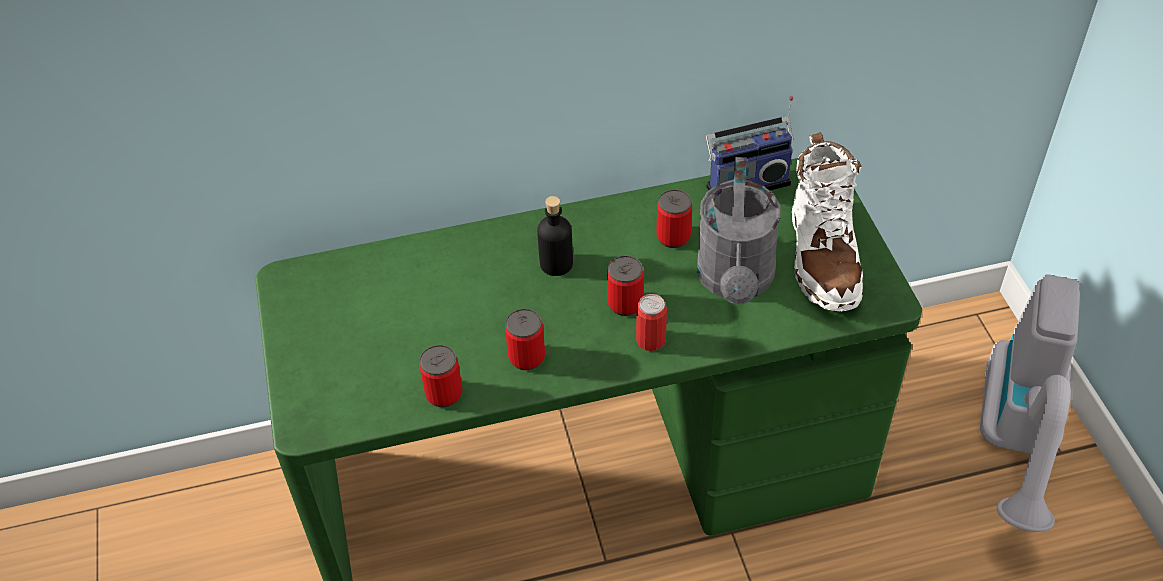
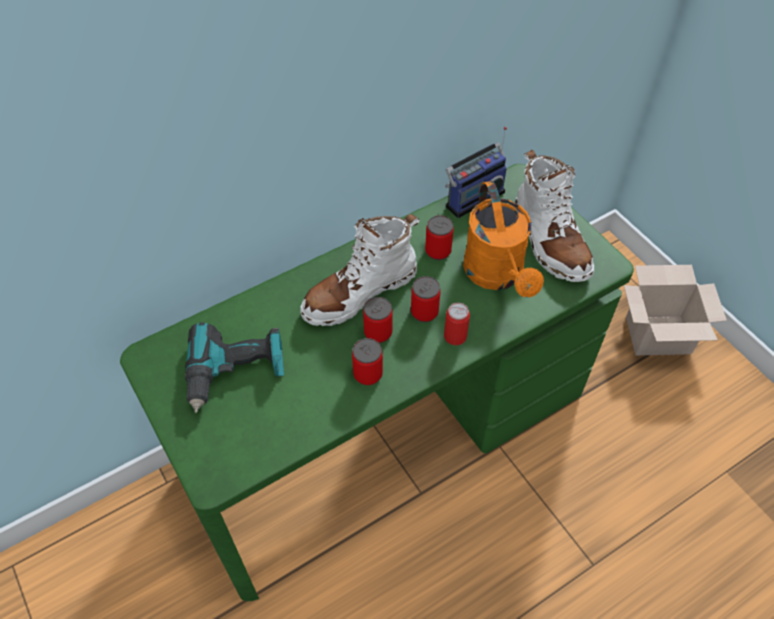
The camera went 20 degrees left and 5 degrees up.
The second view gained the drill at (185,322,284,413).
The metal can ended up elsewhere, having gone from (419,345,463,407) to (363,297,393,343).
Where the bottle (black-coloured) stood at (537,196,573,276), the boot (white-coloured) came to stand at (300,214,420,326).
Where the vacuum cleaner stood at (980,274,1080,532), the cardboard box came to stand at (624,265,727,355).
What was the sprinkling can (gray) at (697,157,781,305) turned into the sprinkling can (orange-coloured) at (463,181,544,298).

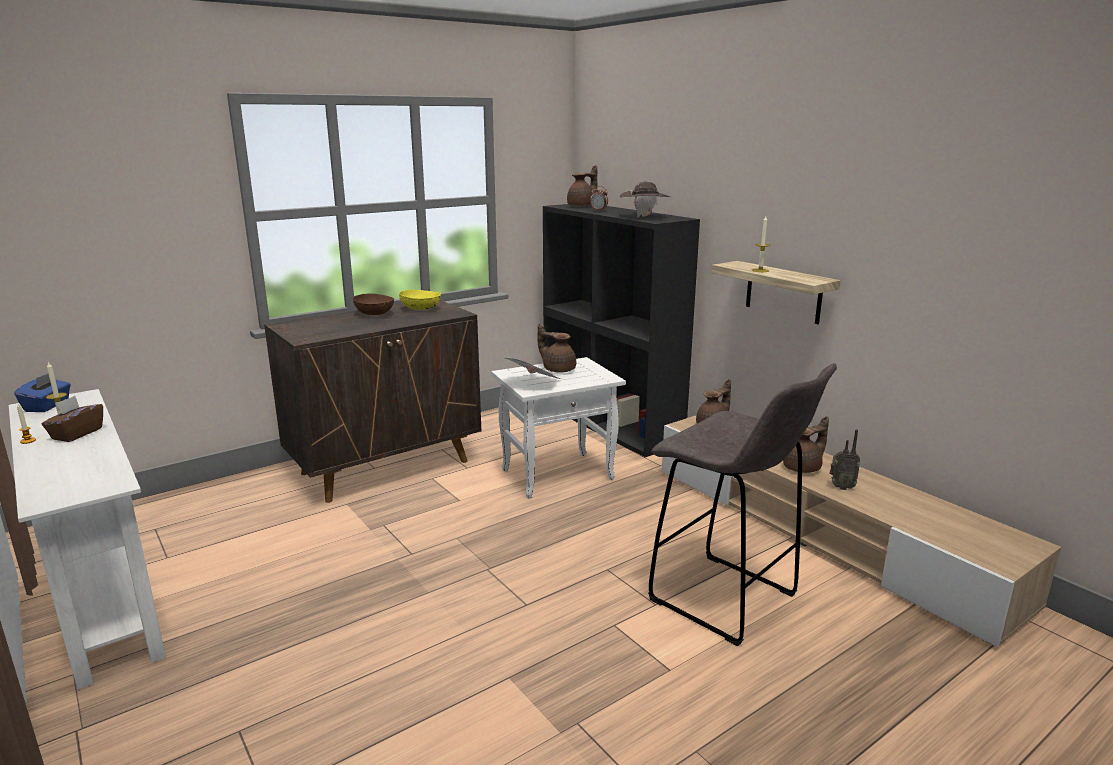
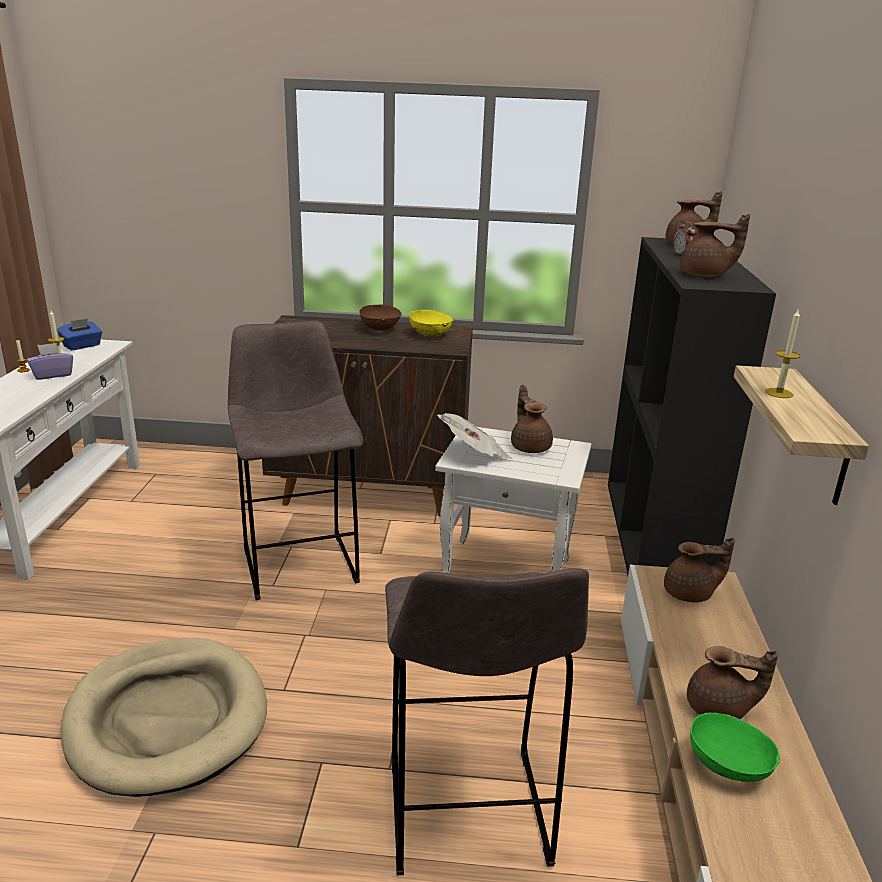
The camera went 40 degrees right and 5 degrees up.
The second view gained the pet bed (beige-coloured) at (60,638,267,797).
The second view gained the stool (gray) at (228,321,363,600).
Where the clothing hat (brownish) stood at (620,181,670,218), the tea pot (brownish) came to stand at (680,214,750,277).
Where the radio stood at (829,429,860,490), the bowl (greenish) came to stand at (690,713,780,782).
What was the box of tissues (brownish) at (41,396,103,442) turned into the box of tissues (purple) at (27,343,73,380).

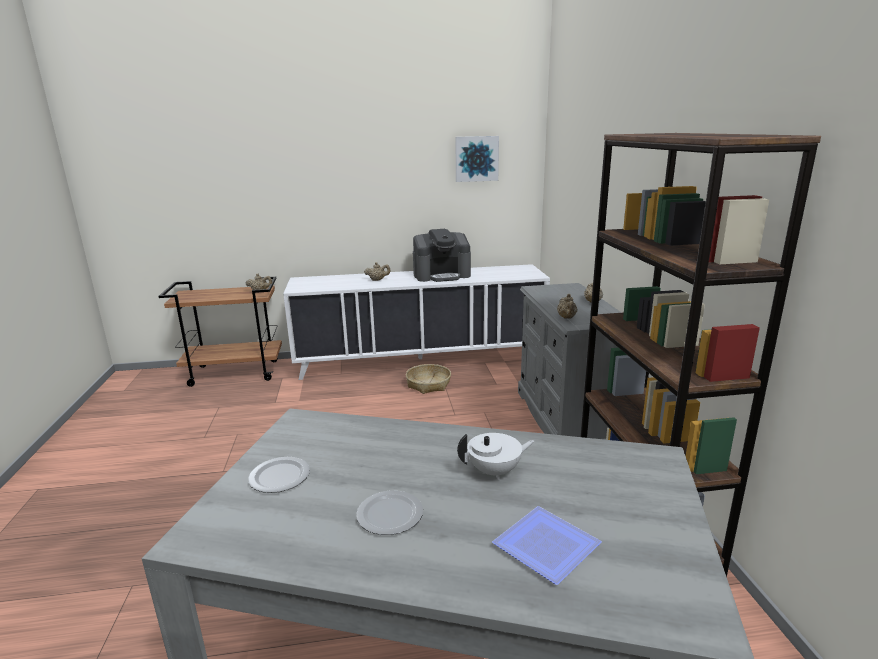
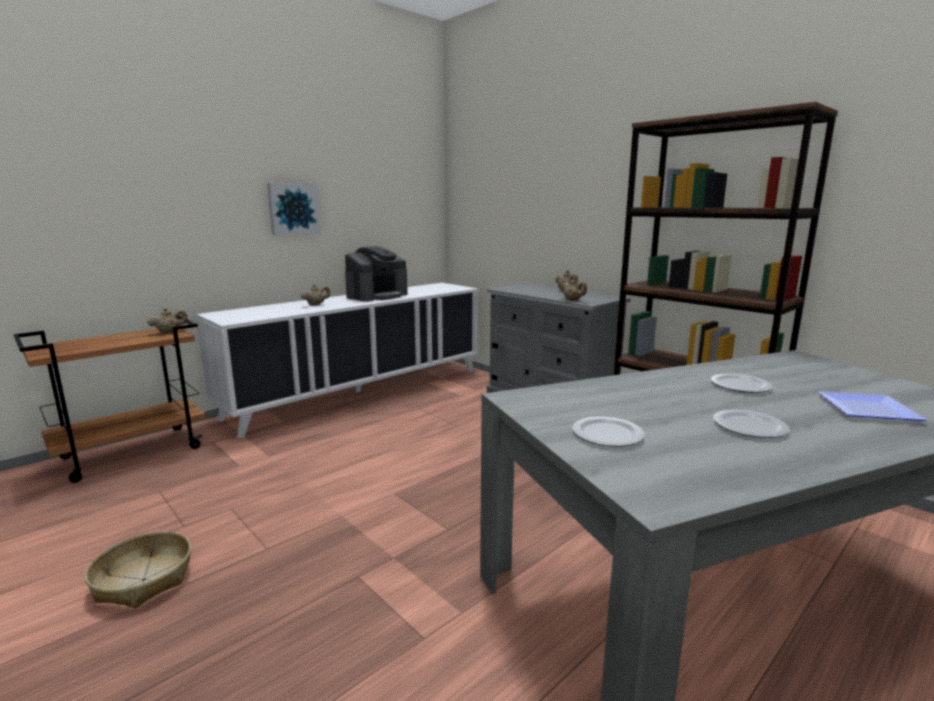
The camera went 35 degrees left and 5 degrees down.
The household basket ended up elsewhere, having gone from (406,364,451,394) to (85,531,191,608).
The wall art ended up elsewhere, having gone from (455,136,499,182) to (267,183,321,235).
Where the tea pot (white-coloured) stood at (457,433,534,480), the plate came to stand at (711,374,773,393).

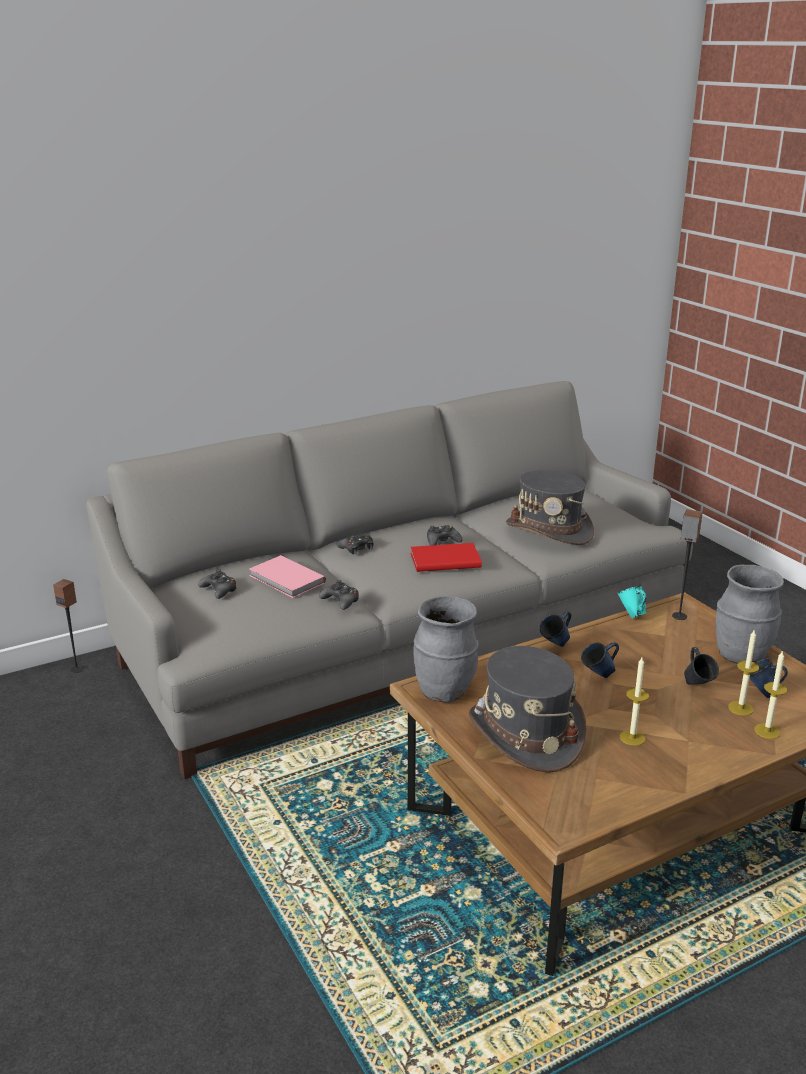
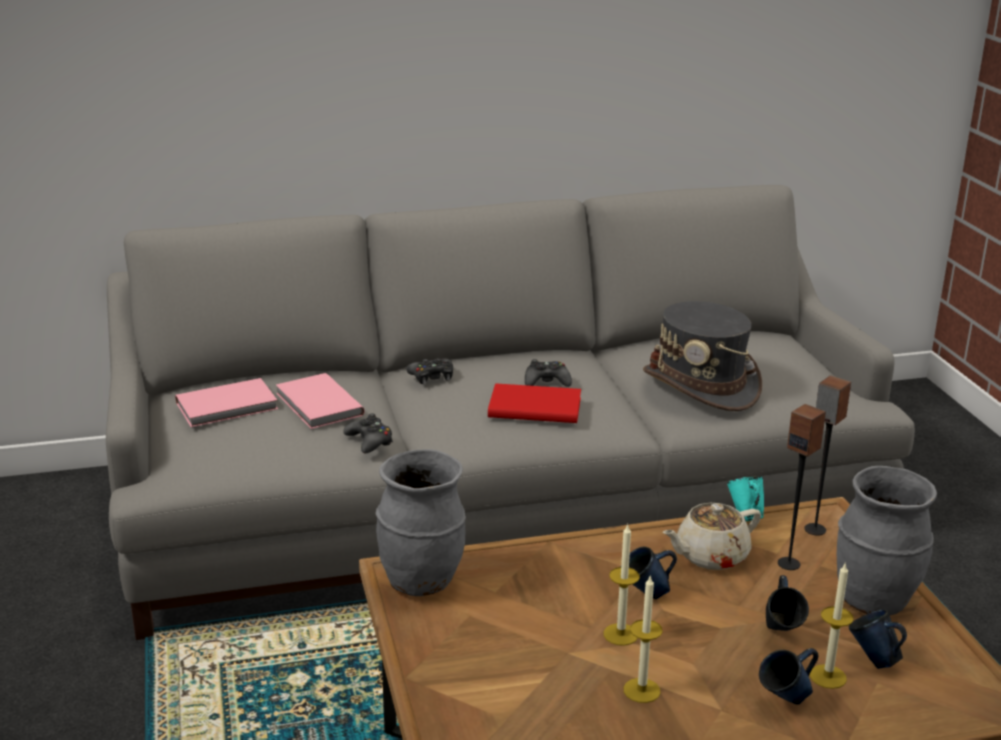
The camera went 15 degrees right and 0 degrees up.
The second view lost the clothing hat (gray) at (469,646,587,773).
The second view gained the tea pot (beige-coloured) at (663,503,761,570).
The speaker ended up elsewhere, having gone from (53,579,84,673) to (778,404,826,570).
The tea mug (blue) ended up elsewhere, having gone from (540,611,571,647) to (759,648,818,705).
The candle ended up elsewhere, having gone from (754,650,787,739) to (604,524,640,646).
Where the gamepad (black-coloured) stood at (198,569,237,599), the volume (pinkish) came to stand at (175,378,278,427).

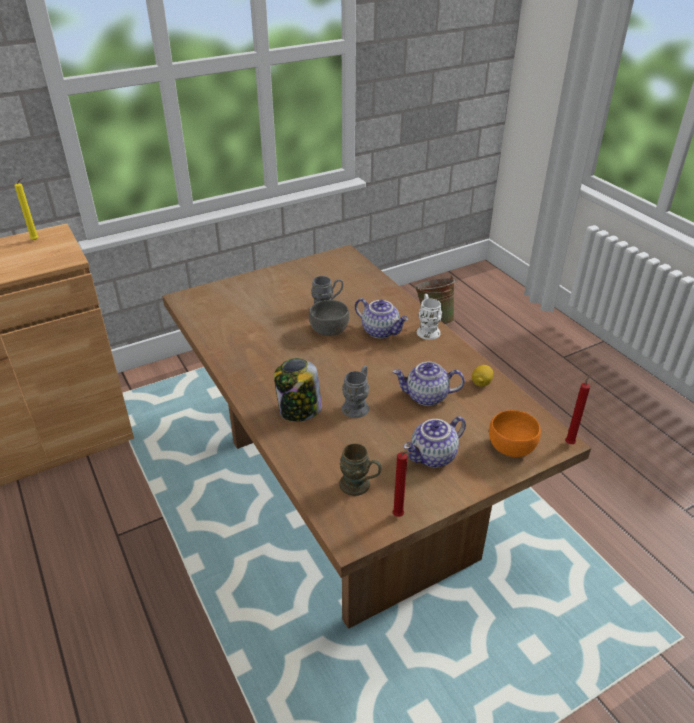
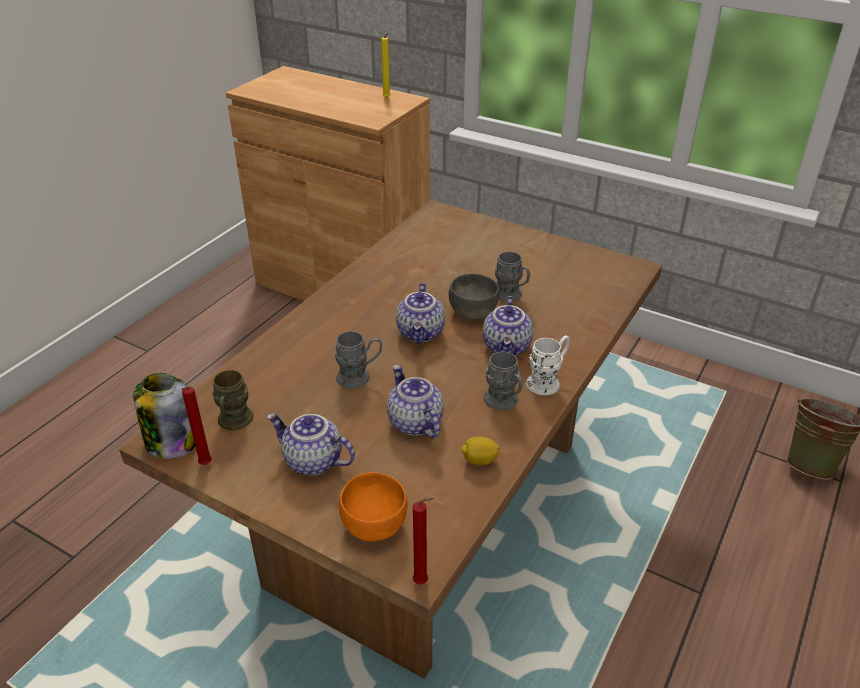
The camera went 60 degrees right and 0 degrees up.
The second view gained the tea pot at (396,283,445,343).
The second view gained the tea mug (gray) at (484,352,523,410).
The jar ended up elsewhere, having gone from (274,358,322,422) to (133,373,196,459).

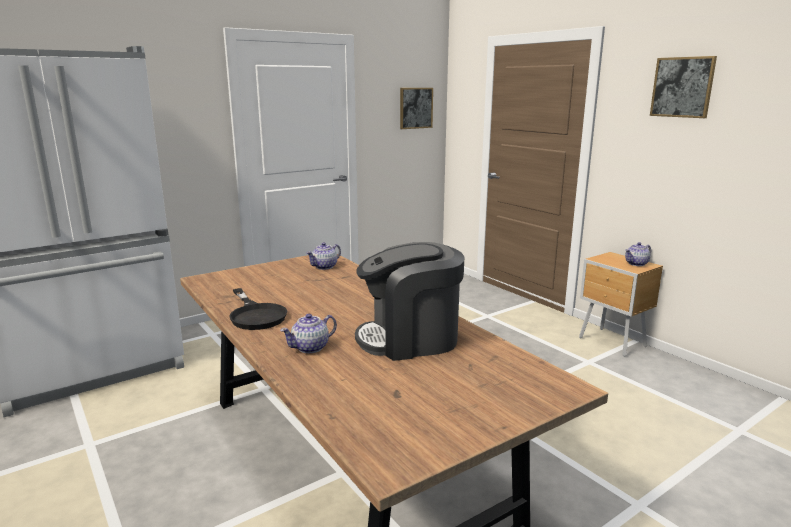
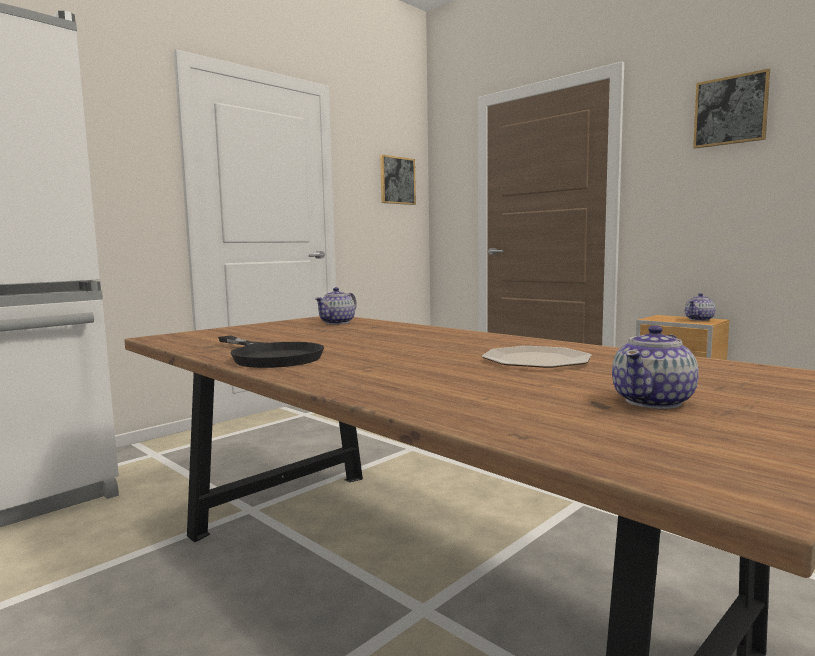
The camera went 10 degrees left and 10 degrees down.
The tea pot ended up elsewhere, having gone from (280,314,337,354) to (612,325,699,409).
Where the coffee brewer stood at (355,242,464,361), the plate came to stand at (482,346,592,368).

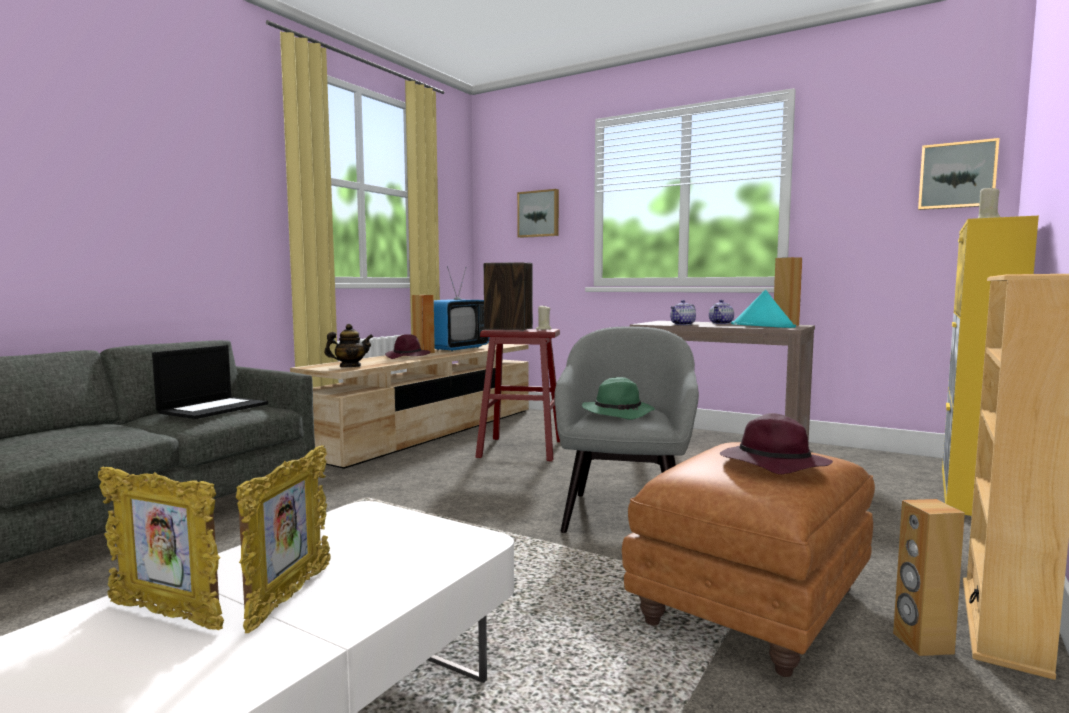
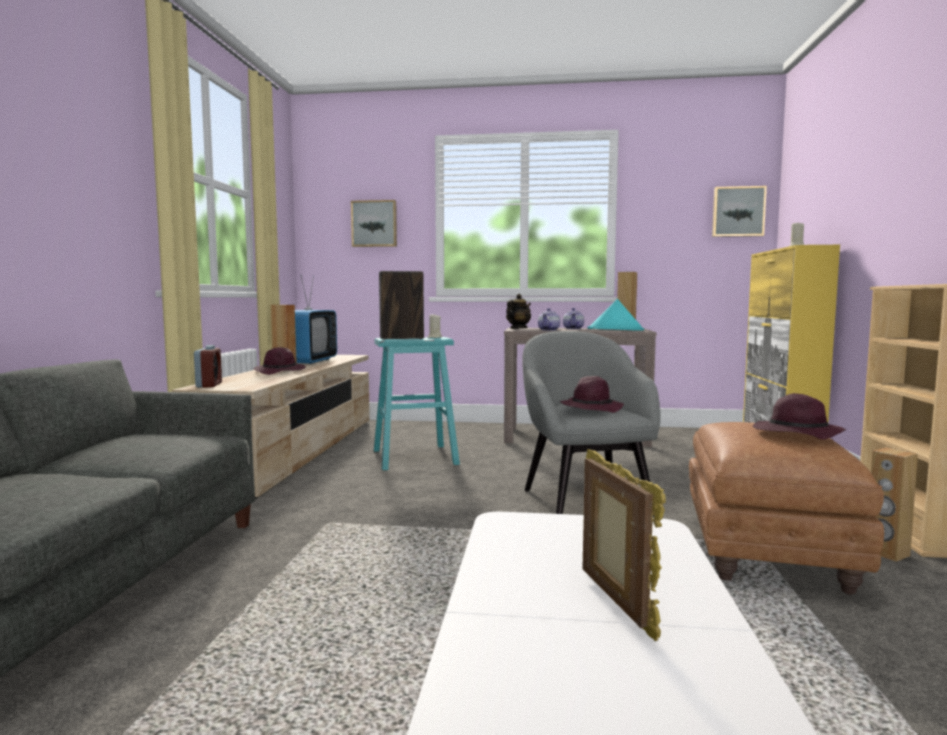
The camera went 25 degrees left and 0 degrees up.
The second view lost the photo frame at (98,467,224,630).
The second view lost the notebook computer at (152,345,268,419).
The second view gained the alarm clock at (194,345,222,388).
The tea pot ended up elsewhere, having gone from (324,324,373,367) to (506,294,531,329).
What was the stool (reddish) at (475,329,560,461) turned into the stool (turquoise) at (374,337,460,470).
What was the clothing hat (greenish) at (582,377,655,420) turned into the clothing hat (purple) at (560,376,624,413).

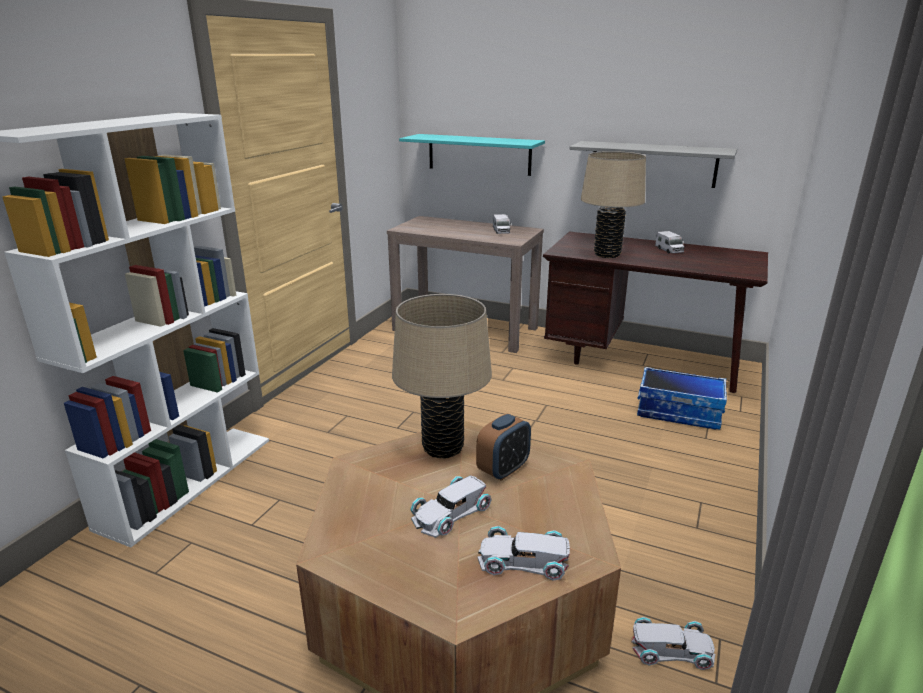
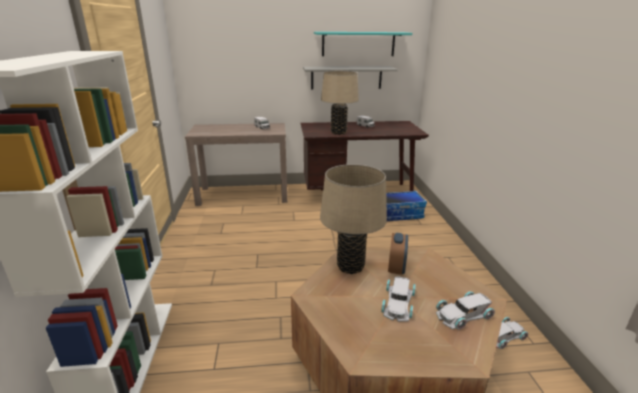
The camera went 30 degrees left and 0 degrees up.
The wall shelf (turquoise) ended up elsewhere, having gone from (399,134,545,176) to (314,32,412,56).

